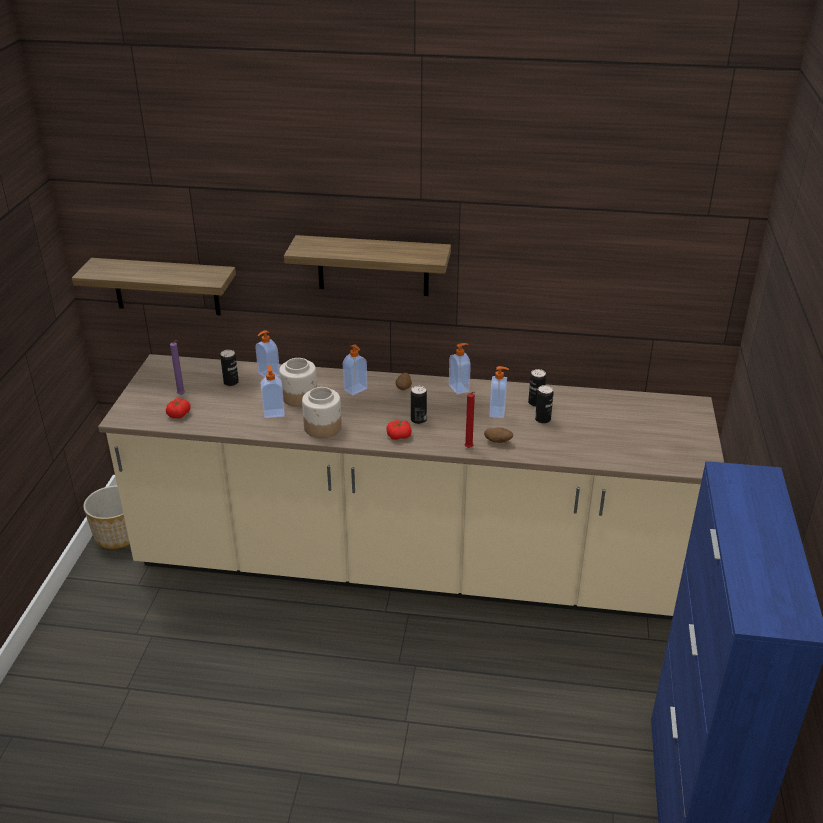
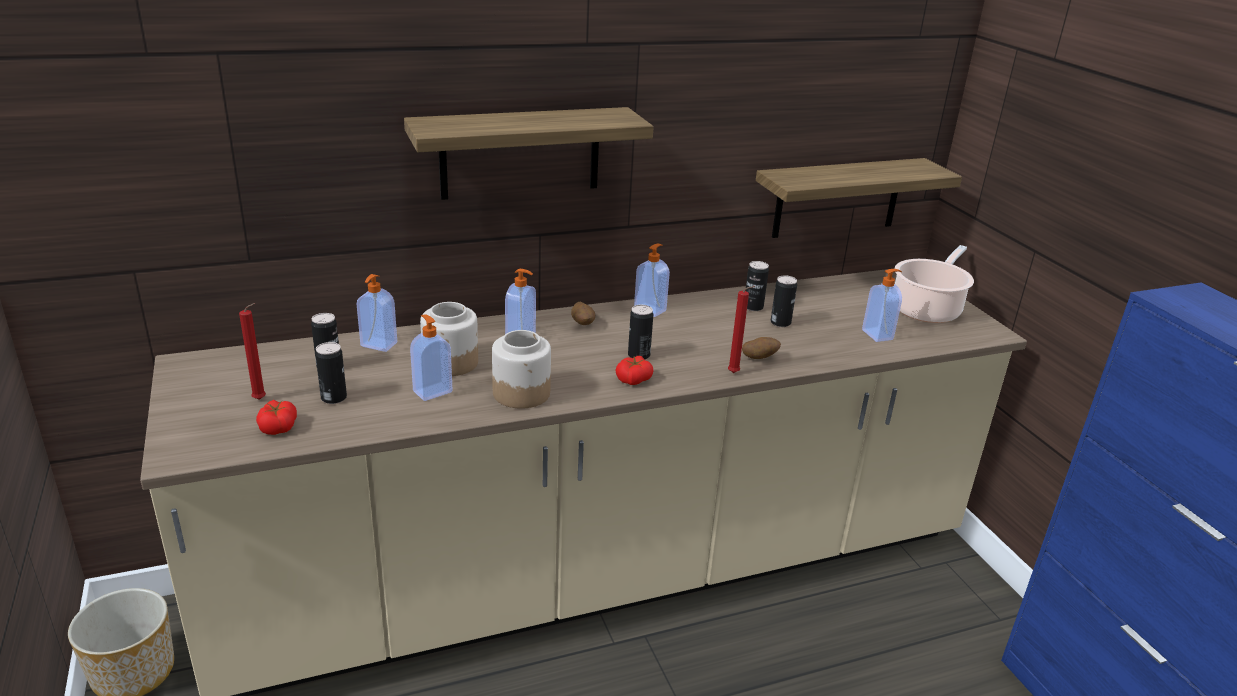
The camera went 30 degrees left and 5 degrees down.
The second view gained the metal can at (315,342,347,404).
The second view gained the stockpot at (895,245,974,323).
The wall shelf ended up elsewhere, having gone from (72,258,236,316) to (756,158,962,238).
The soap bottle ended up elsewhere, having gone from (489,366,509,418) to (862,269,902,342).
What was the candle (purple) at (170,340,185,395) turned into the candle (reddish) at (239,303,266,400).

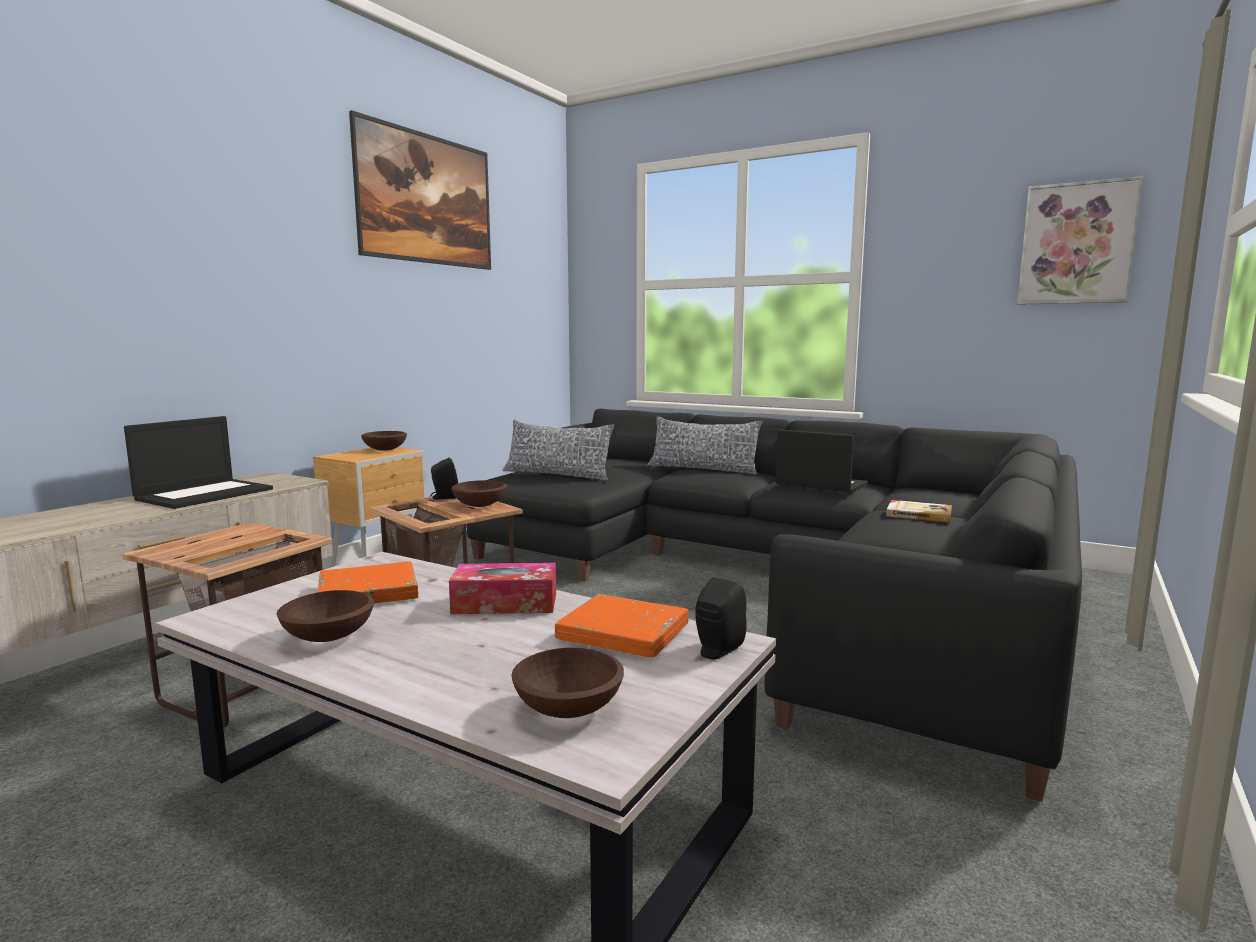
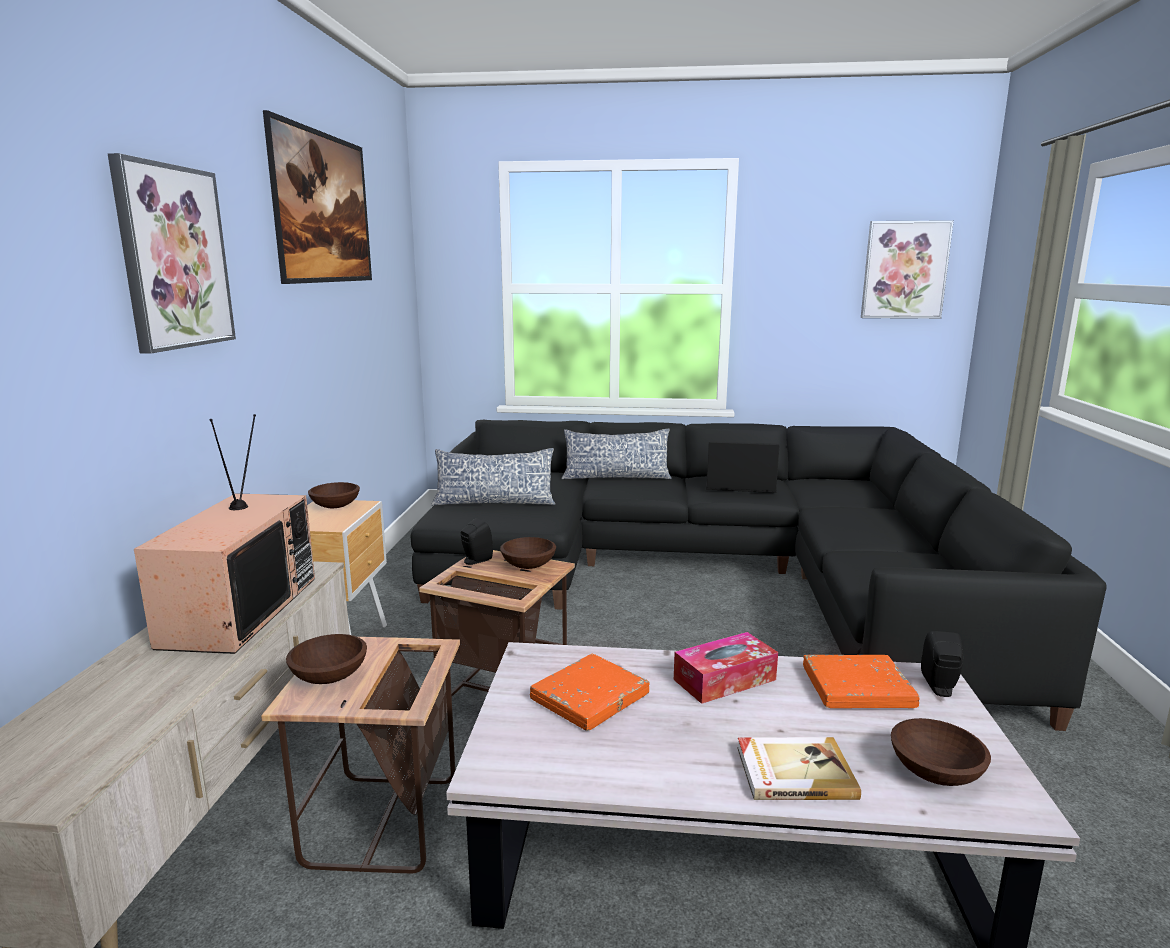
The camera went 25 degrees left and 5 degrees up.
The second view gained the wall art at (108,153,236,353).
The bowl (brownish) ended up elsewhere, having gone from (277,590,374,642) to (286,634,367,684).
The volume ended up elsewhere, having gone from (886,500,952,523) to (737,737,861,800).
Where the notebook computer stood at (124,416,273,509), the television came to stand at (134,414,315,654).

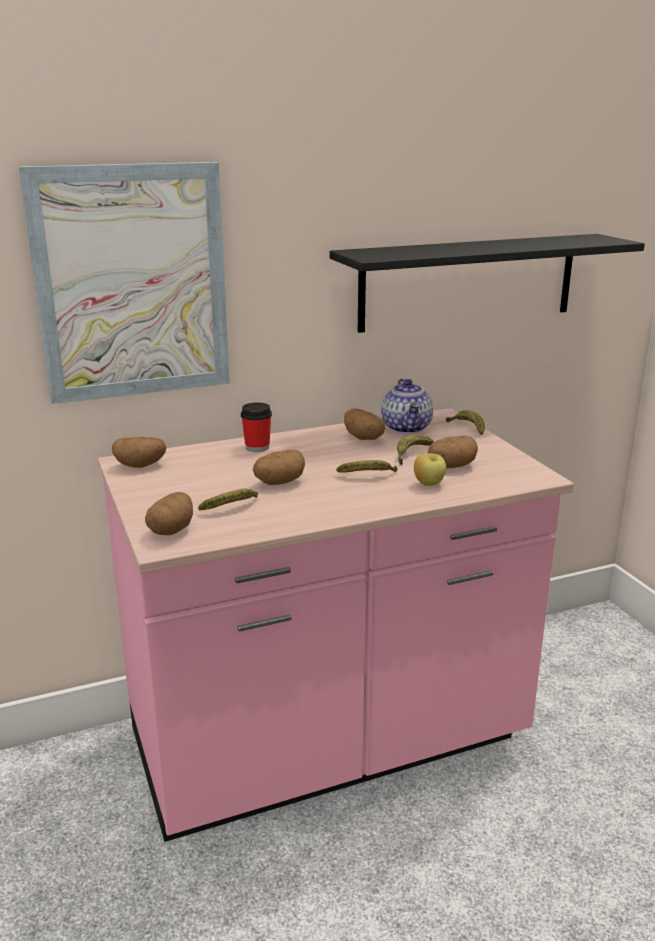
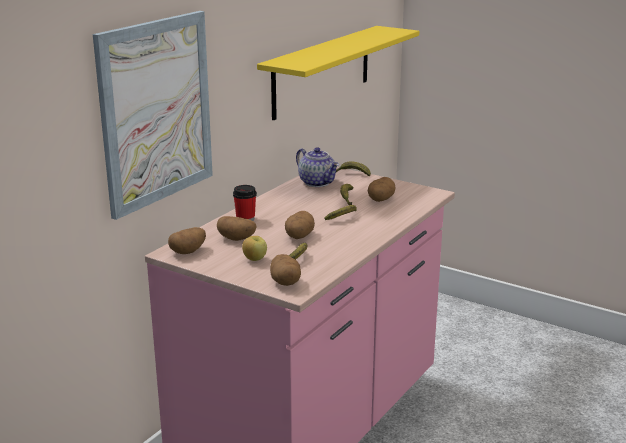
The camera went 35 degrees left and 0 degrees up.
The potato ended up elsewhere, having gone from (344,408,385,440) to (217,216,257,241).
The whole apple ended up elsewhere, having gone from (414,453,446,486) to (242,236,267,261).
What was the wall shelf (black-coloured) at (330,234,645,333) turned into the wall shelf (yellowish) at (257,26,419,120).

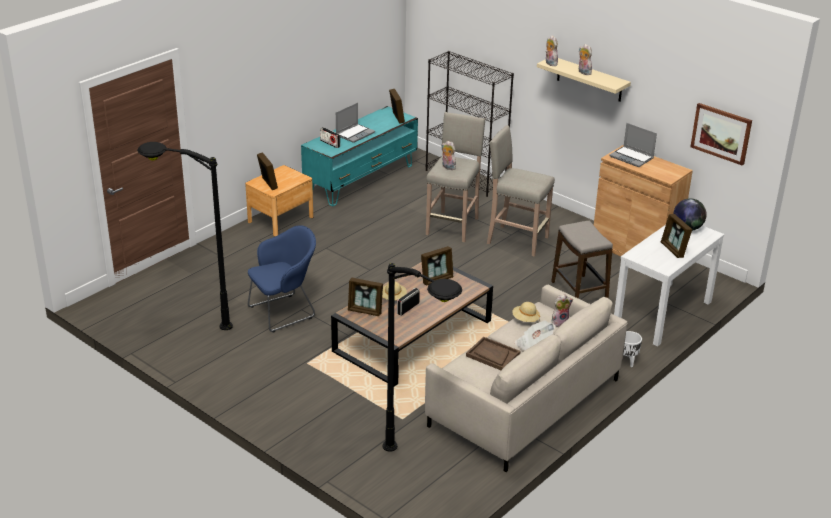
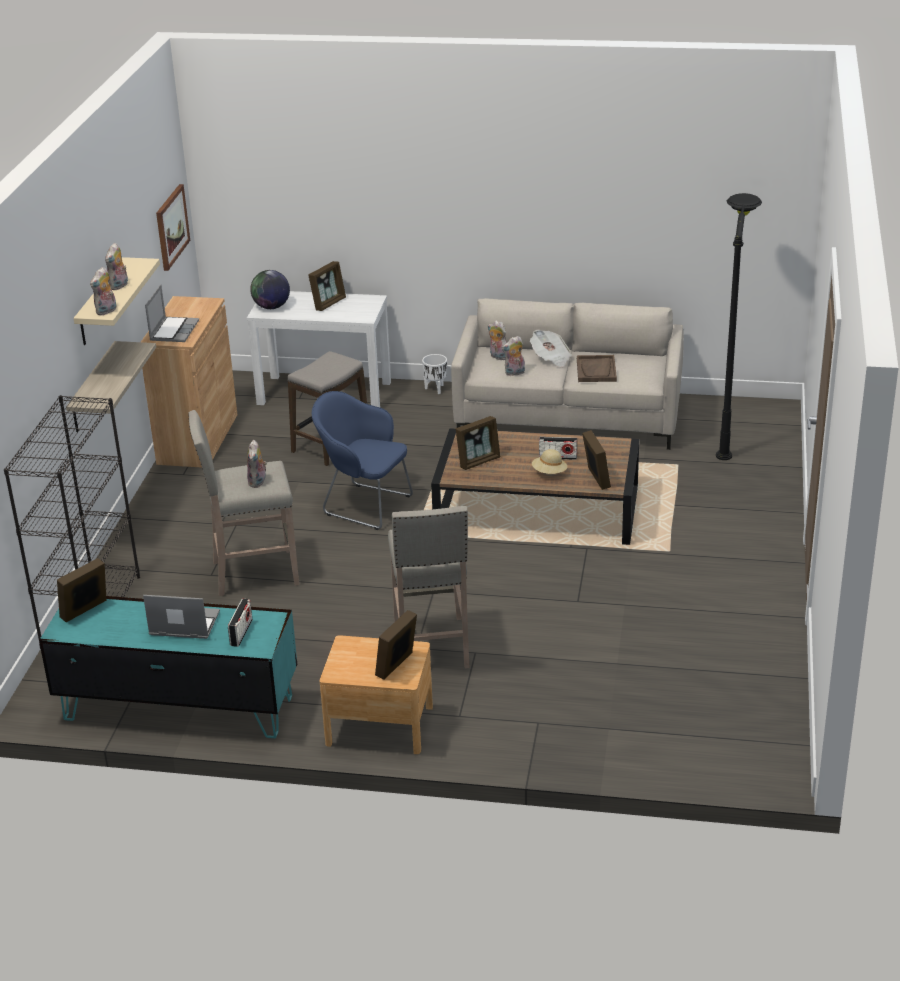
The camera went 120 degrees left and 0 degrees up.
The second view lost the standing lamp (black-coloured) at (137,142,233,330).
The second view gained the wall shelf at (66,341,156,432).
The easy chair (blue) ended up elsewhere, having gone from (248,225,316,333) to (312,391,413,530).
The stool (beige-coloured) ended up elsewhere, having gone from (487,125,555,256) to (388,506,470,668).
Where the clothing hat (beige-coloured) stood at (512,302,540,322), the plush toy came to stand at (501,336,525,376).
The photo frame at (421,246,453,286) ended up facing another way, 120 degrees clockwise from before.

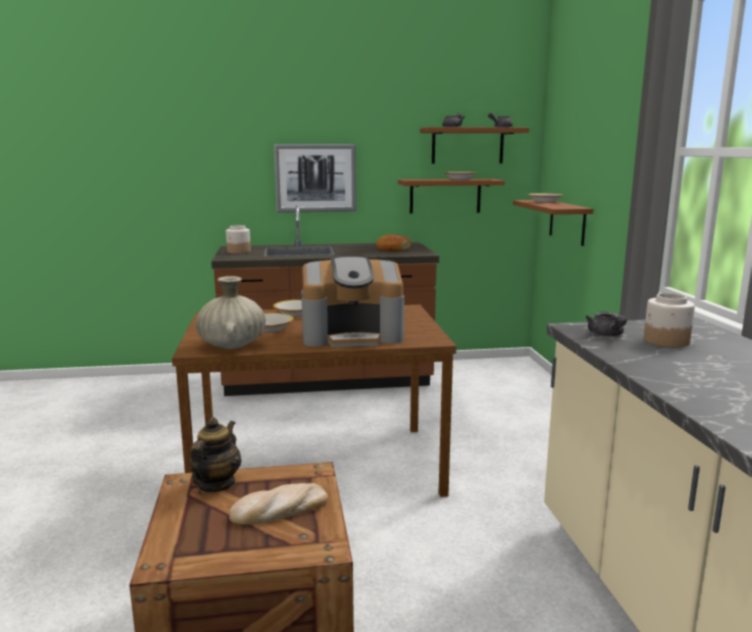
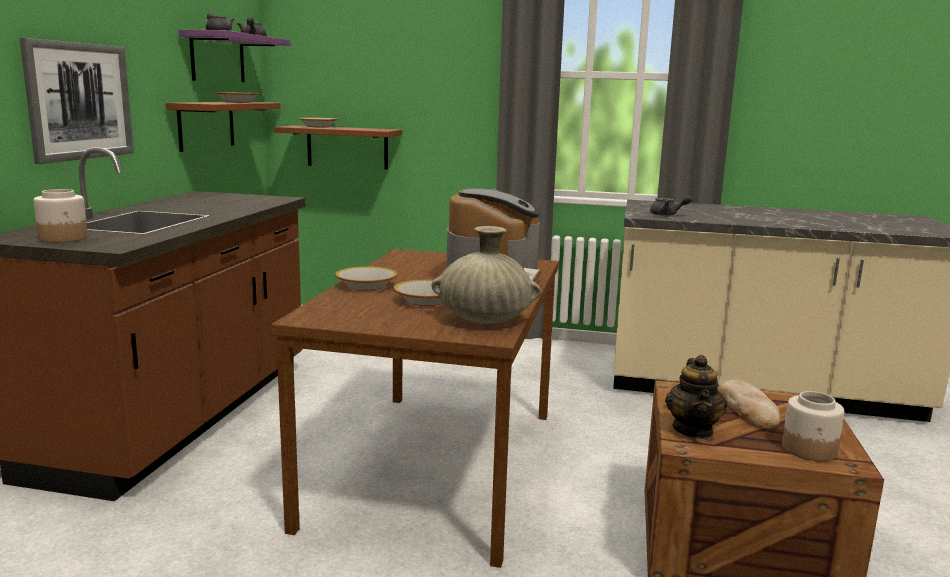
The camera went 70 degrees left and 0 degrees up.
The second view lost the baked bread at (376,234,412,251).
The jar ended up elsewhere, having gone from (644,293,695,347) to (782,391,844,461).
What was the wall shelf (brownish) at (420,127,529,164) turned into the wall shelf (purple) at (179,30,290,82).
The tea pot at (190,417,241,492) ended up facing another way, 120 degrees counterclockwise from before.

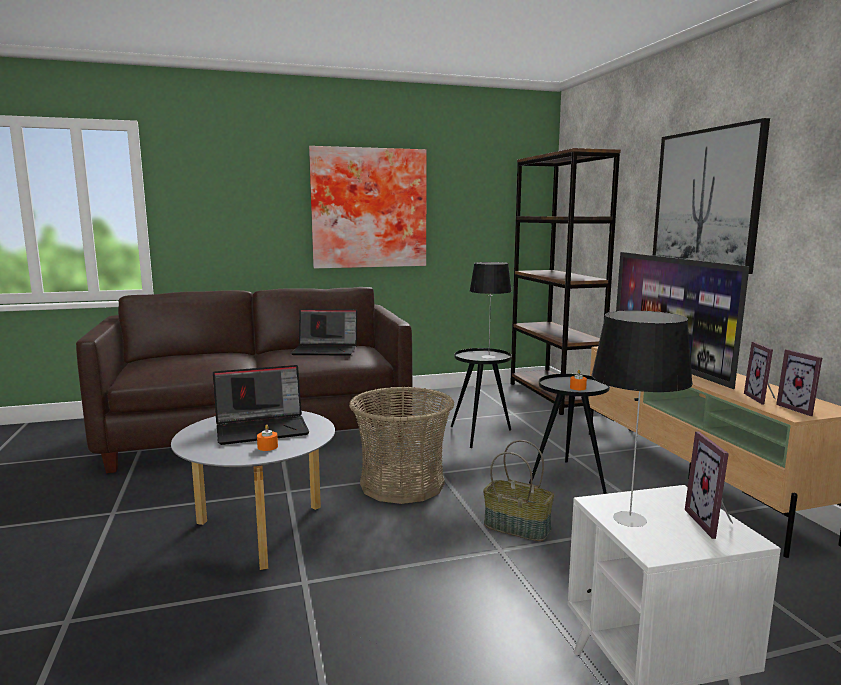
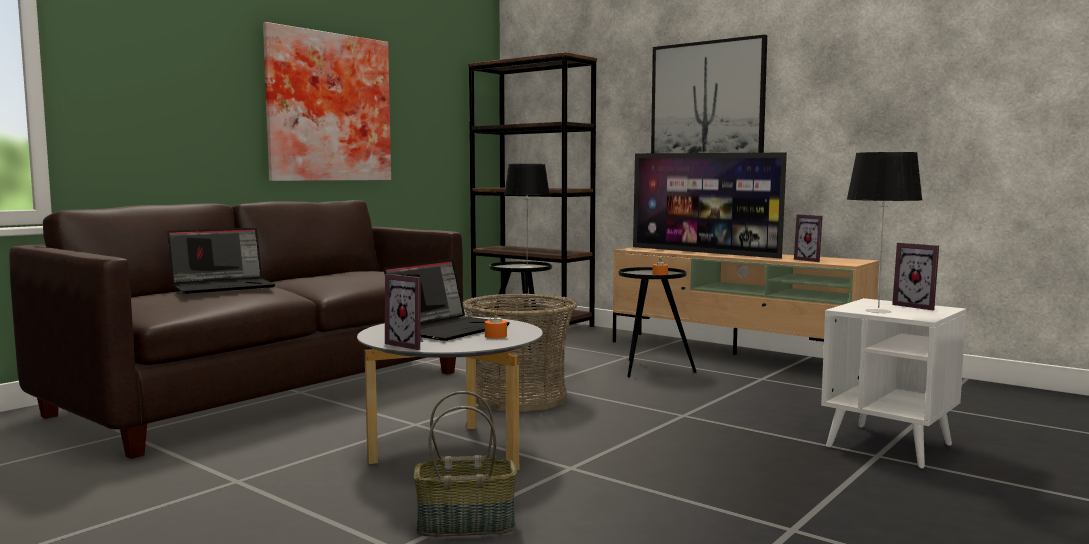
The camera went 35 degrees left and 5 degrees down.
The notebook computer ended up elsewhere, having gone from (291,309,357,356) to (167,228,276,294).
The household basket ended up elsewhere, having gone from (483,440,554,541) to (414,391,517,537).
The photo frame ended up elsewhere, having gone from (776,349,822,416) to (385,274,423,350).

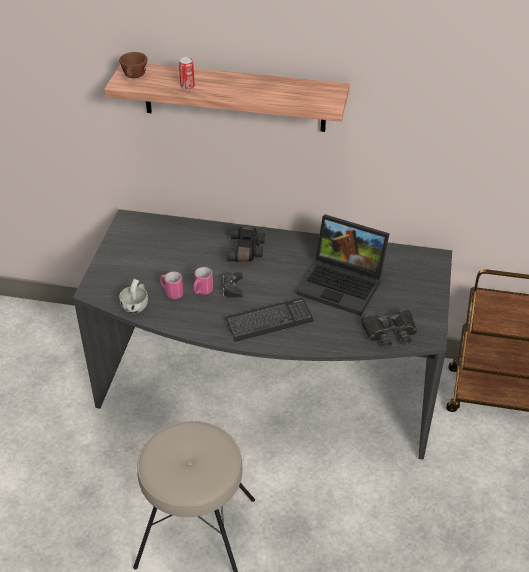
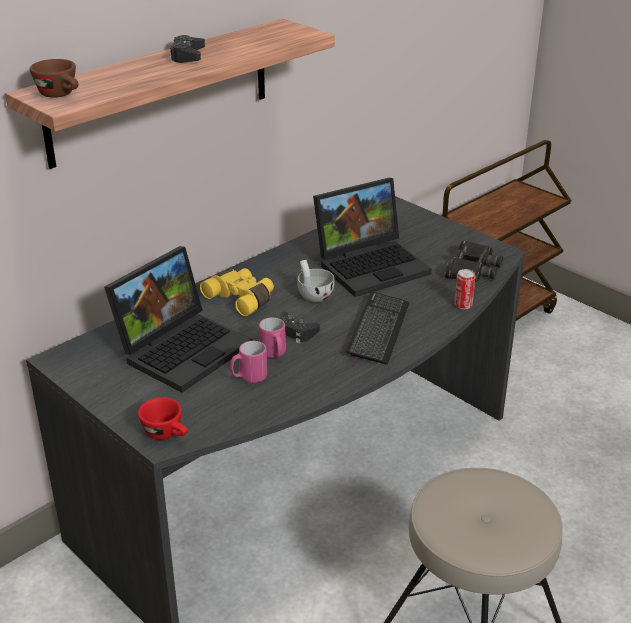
The camera went 55 degrees left and 10 degrees down.
The second view gained the notebook computer at (104,246,252,393).
The second view gained the drinking cup (reddish) at (138,397,188,440).
The second view gained the gamepad (black-coloured) at (170,35,205,63).
The drinking cup (white-coloured) ended up elsewhere, having gone from (119,279,148,314) to (297,260,334,302).
The metal can ended up elsewhere, having gone from (179,57,195,90) to (454,269,476,309).
What was the field glasses (black-coloured) at (227,226,265,262) turned into the field glasses (yellowish) at (200,268,274,316).

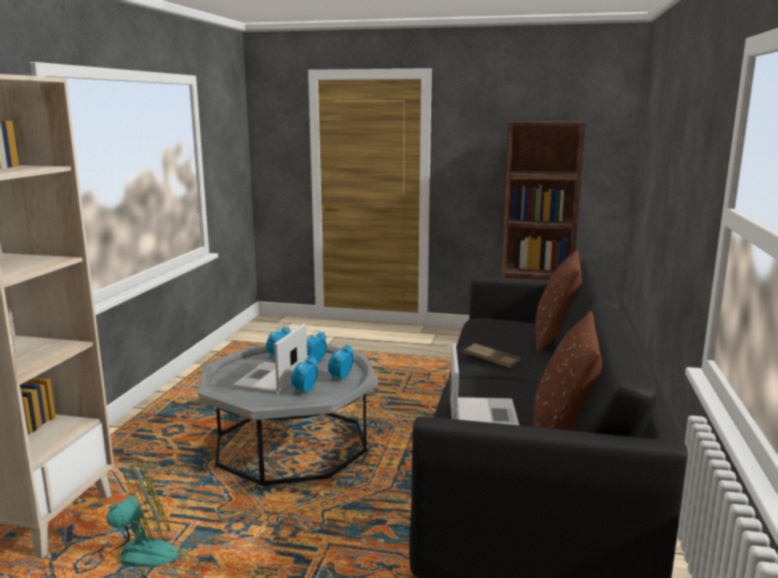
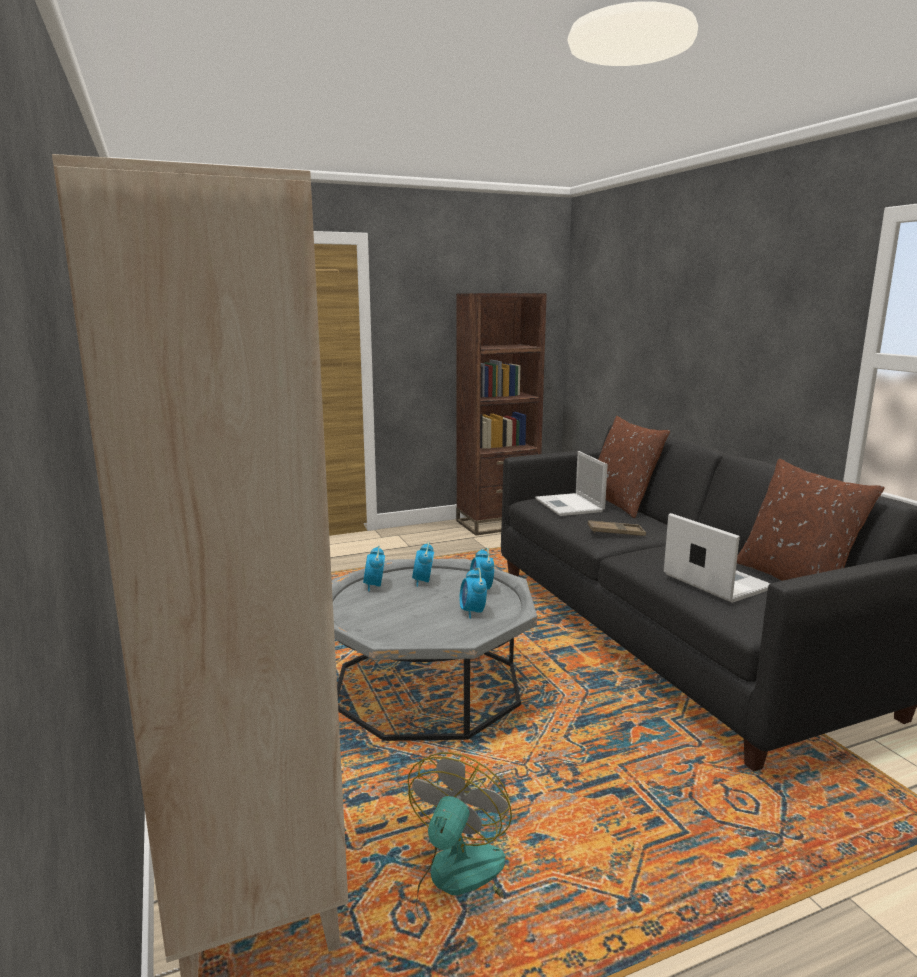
The camera went 35 degrees left and 0 degrees up.
The notebook computer ended up elsewhere, having gone from (232,323,307,394) to (535,451,608,516).

